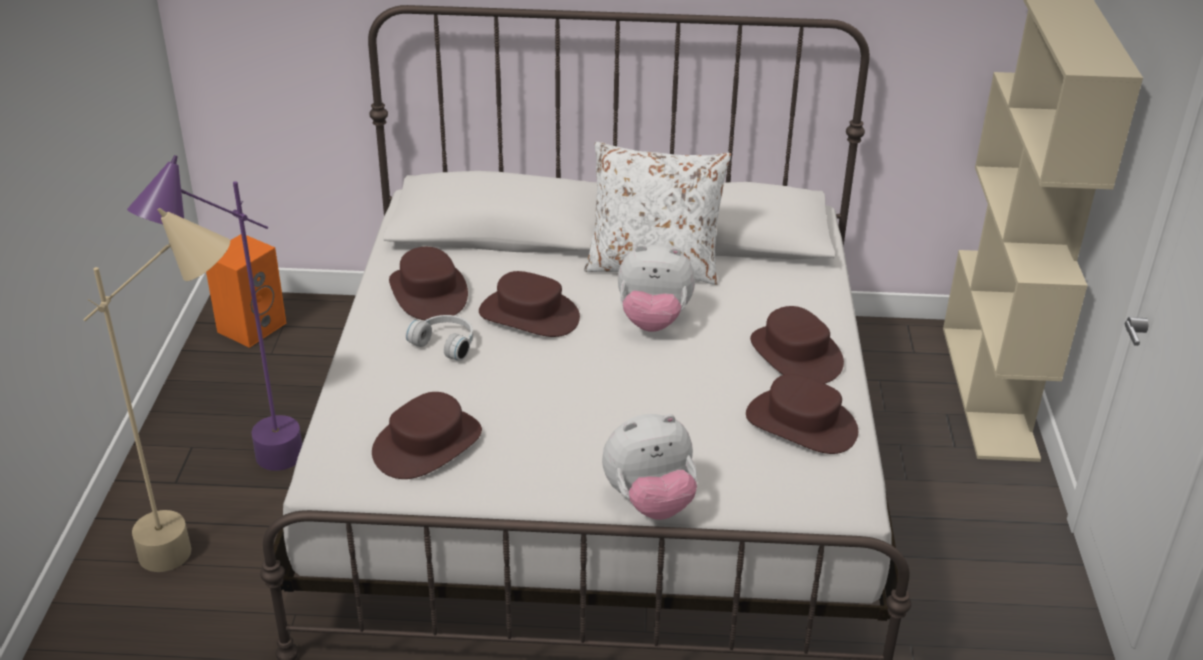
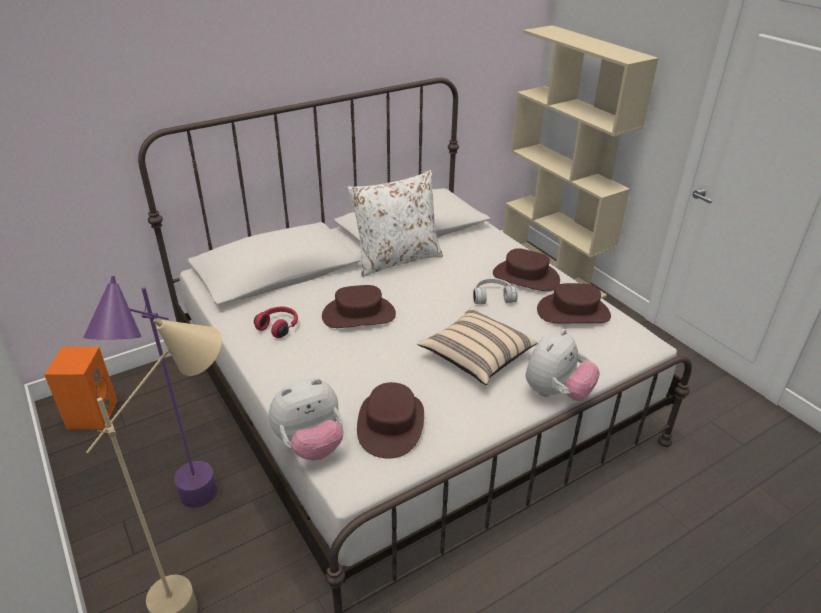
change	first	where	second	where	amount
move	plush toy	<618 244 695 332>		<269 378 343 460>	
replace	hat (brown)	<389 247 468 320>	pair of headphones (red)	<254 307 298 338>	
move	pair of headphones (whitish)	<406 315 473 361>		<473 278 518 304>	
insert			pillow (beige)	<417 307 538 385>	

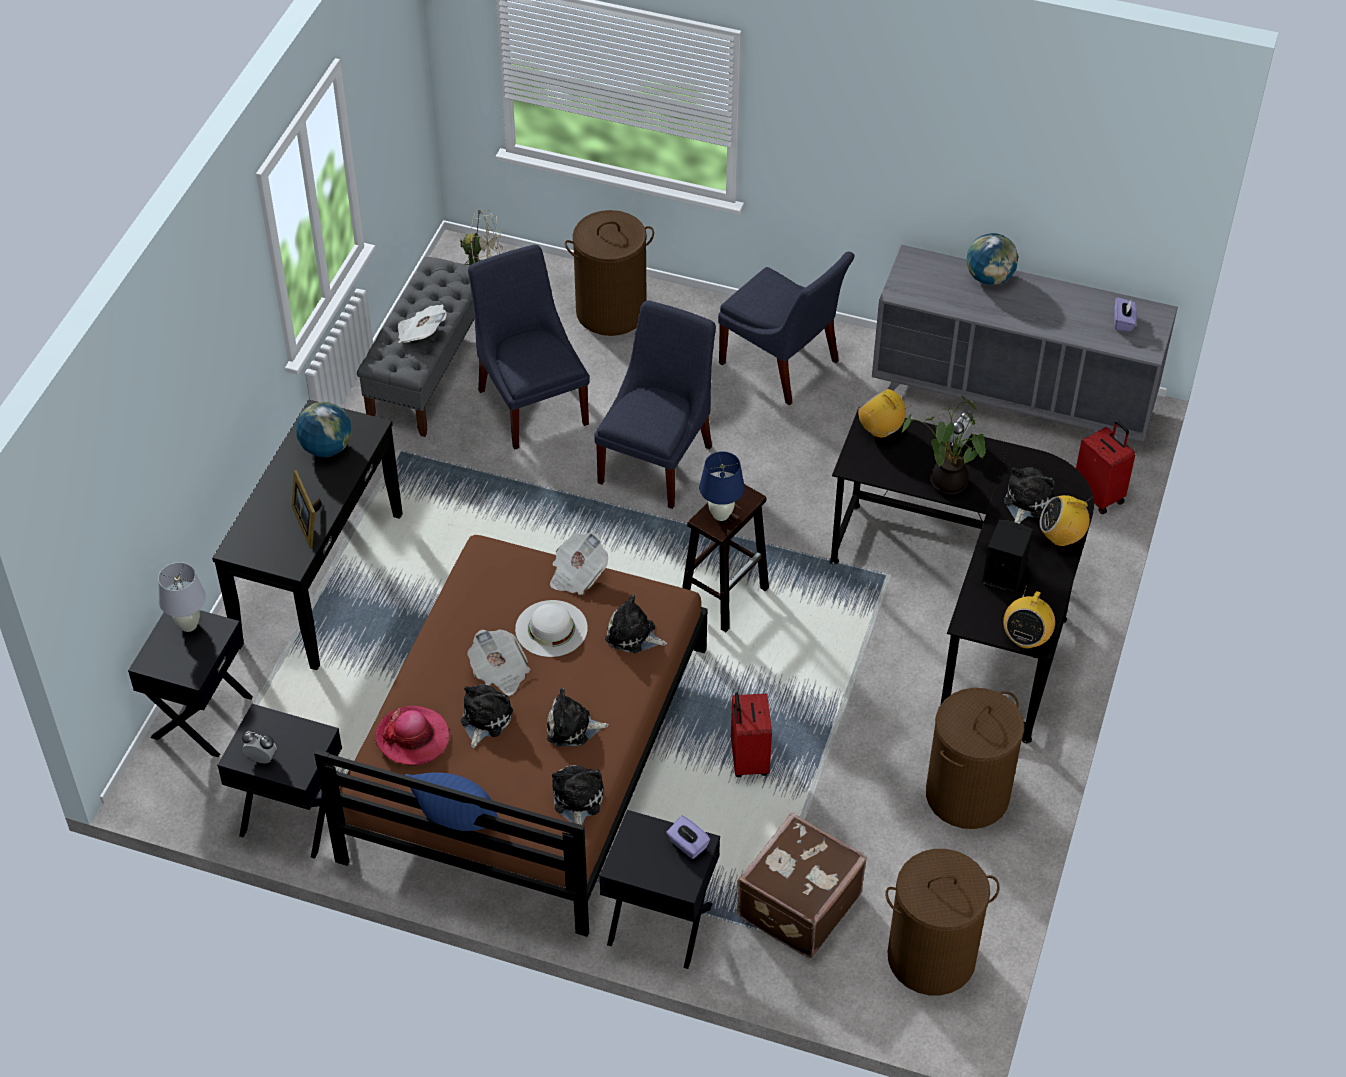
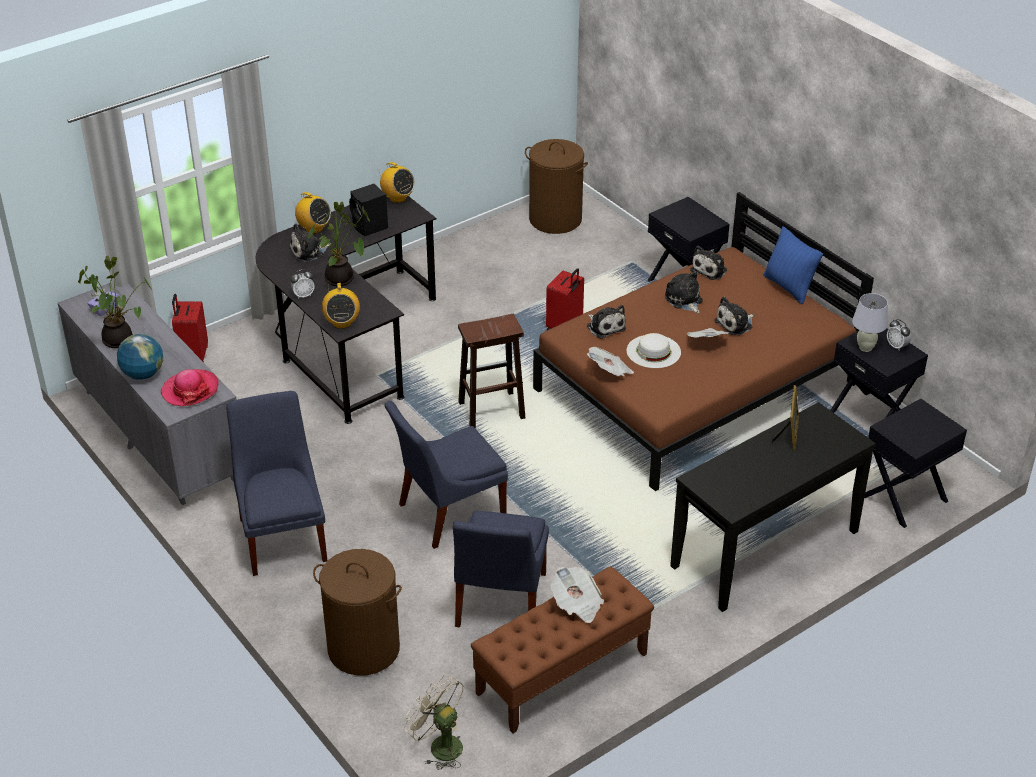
change	first	where	second	where	amount
recolor	indoor bench (grey)	<357 257 475 437>	indoor bench (brown)	<471 566 654 733>	
delete	world globe	<296 402 351 457>			
delete	lamp for a table (bluish)	<699 451 745 521>			
move	lamp for a table (whitish)	<158 562 206 632>		<852 293 888 352>	
rotate	radio set	<1003 585 1055 649>		<377 162 415 203>	75 degrees clockwise
rotate	plush toy	<547 688 609 747>		<665 271 703 313>	150 degrees counterclockwise
delete	laundry basket (brown)	<926 688 1024 829>			
move	hat	<375 706 449 766>		<161 369 219 406>	
delete	piece of luggage (brown)	<737 813 867 958>			
delete	tissue box (purple)	<666 815 710 859>			
insert			houseplant	<78 256 152 348>	

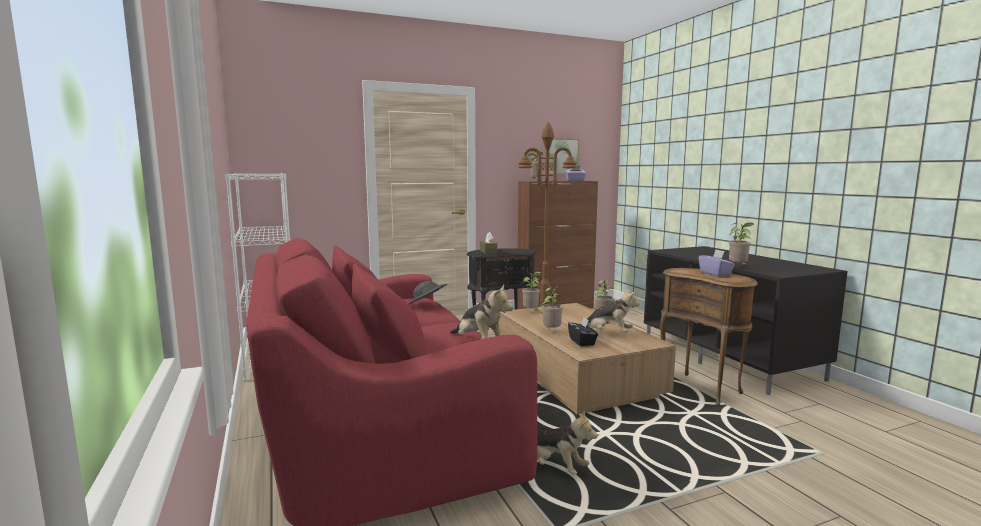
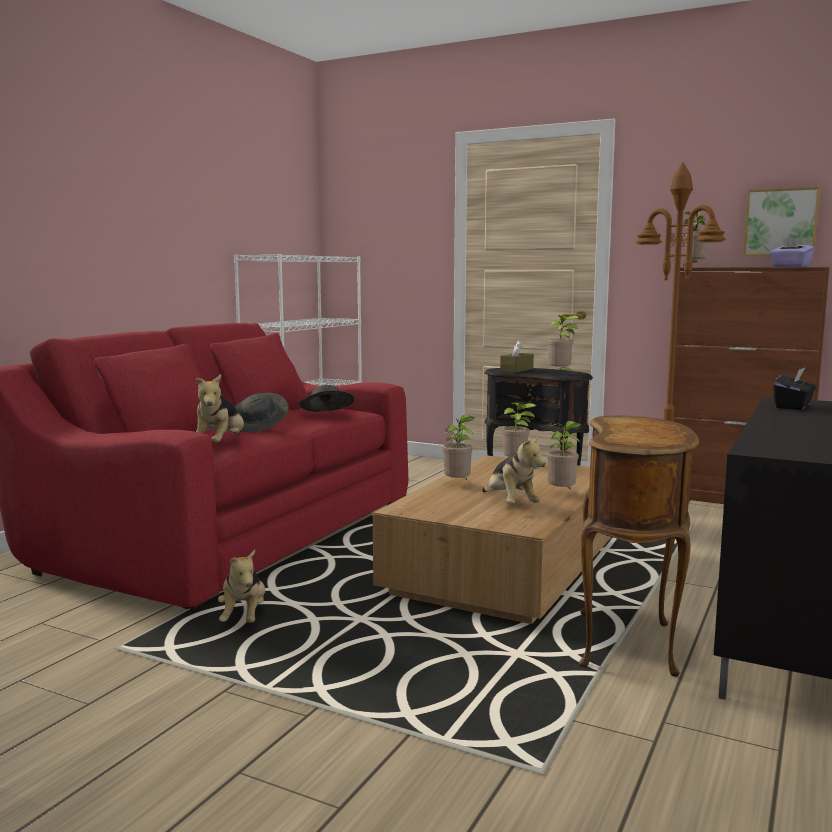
change	first	where	second	where	amount
move	houseplant	<729 222 754 267>		<547 315 579 373>	
delete	tissue box (purple)	<698 250 735 276>			
move	tissue box (black)	<568 317 598 346>		<773 367 816 410>	
insert			hat (grey)	<235 393 289 432>	

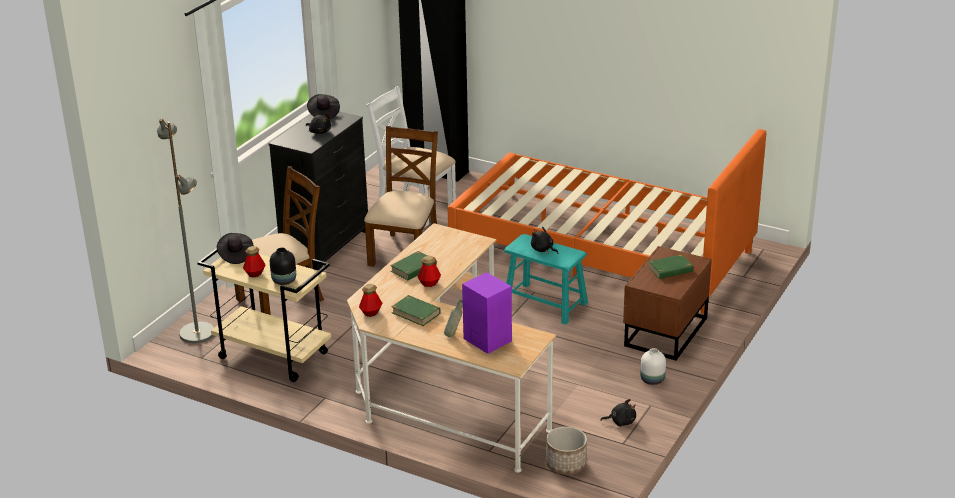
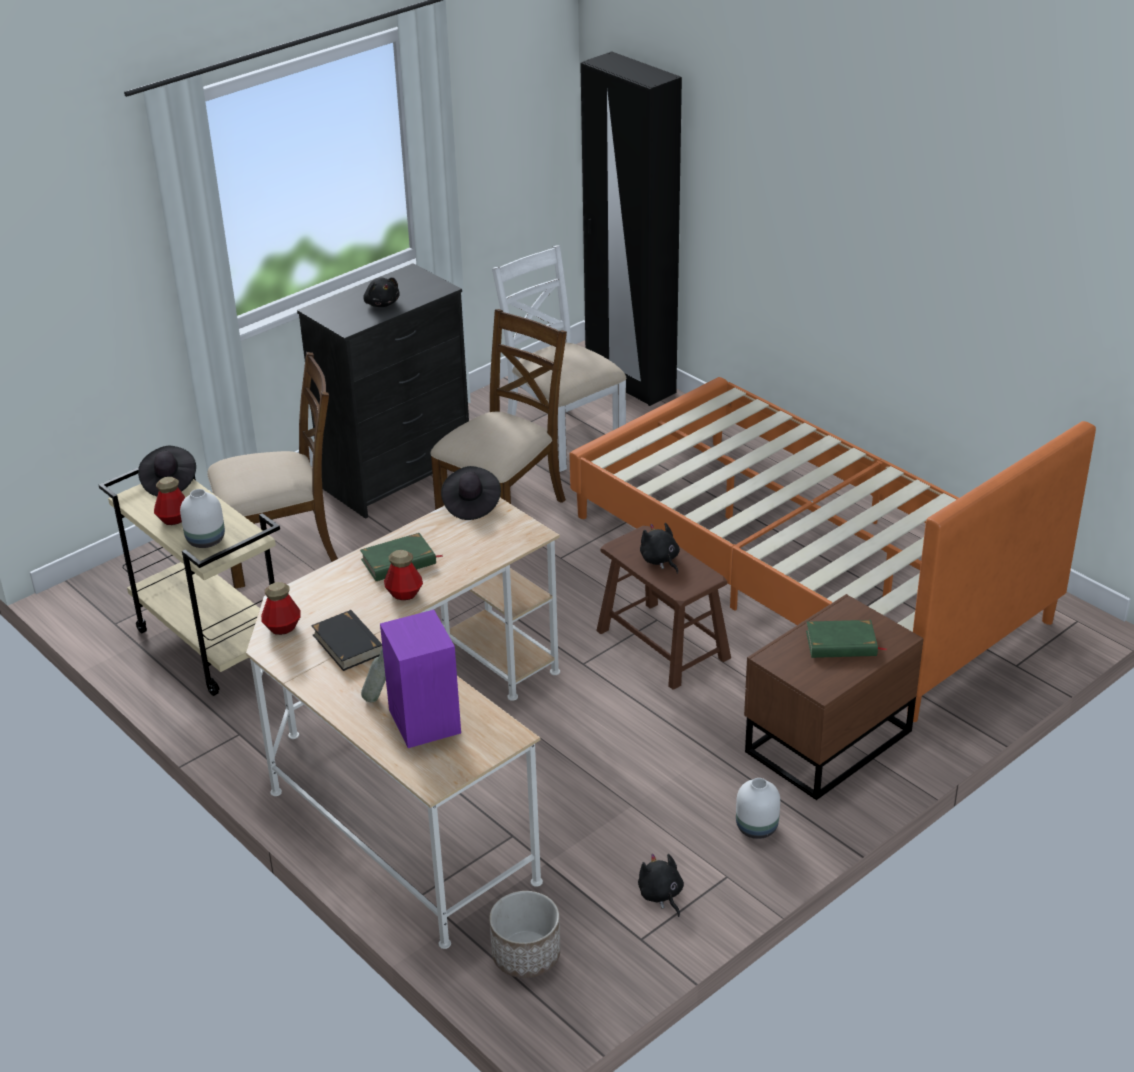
change	first	where	second	where	amount
move	hat (black)	<307 94 340 120>		<441 466 501 520>	
delete	standing lamp (grey)	<157 118 214 343>			
recolor	sitting stool (blue-green)	<504 234 588 325>	sitting stool (brown)	<596 526 731 690>	
recolor	vase (black)	<270 248 296 285>	vase (whitish)	<180 489 225 548>	
recolor	book (green)	<392 295 441 326>	book (black)	<311 610 382 671>	
rotate	plush toy (black)	<600 399 636 426>		<638 853 684 917>	135 degrees counterclockwise

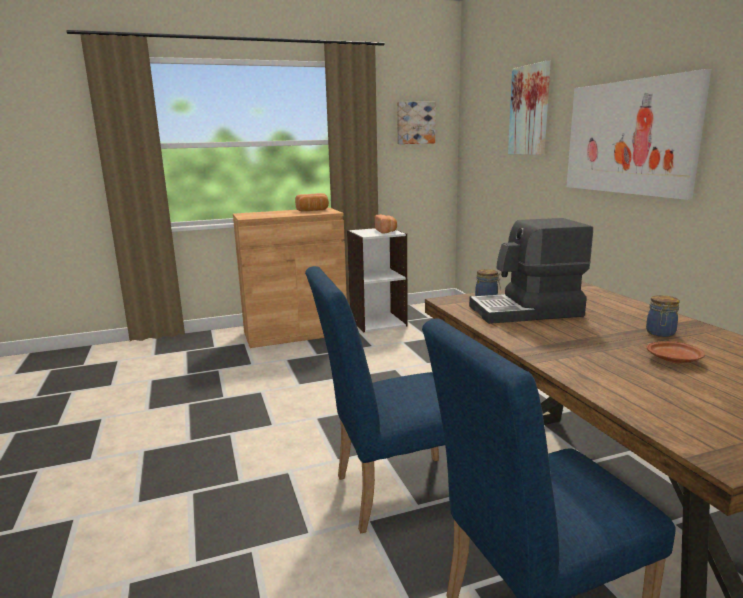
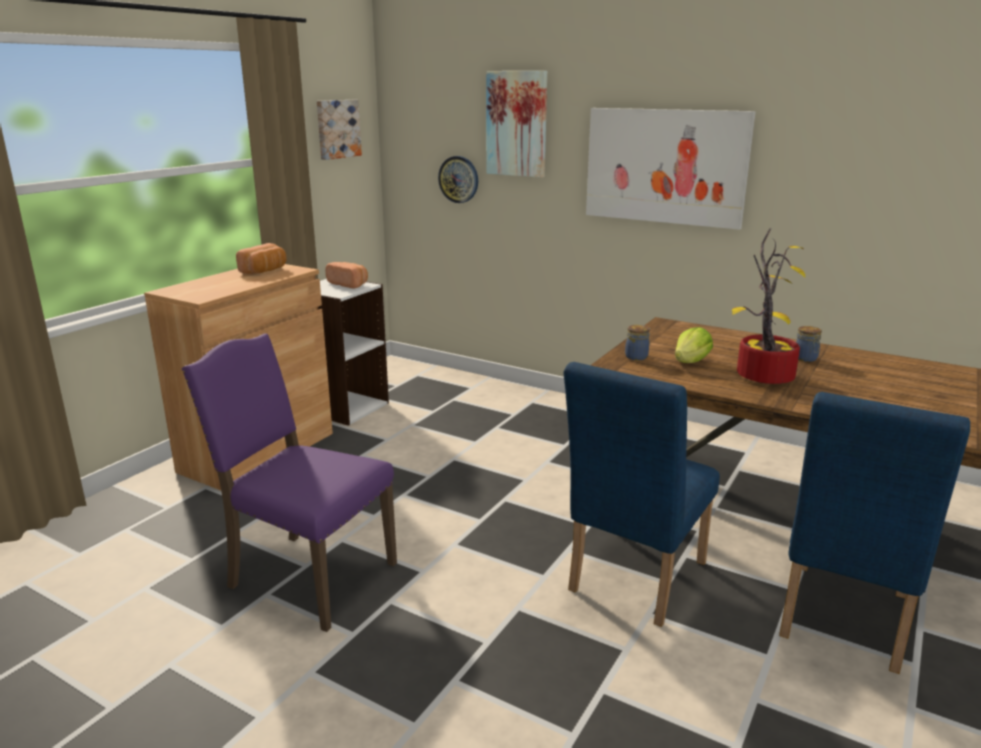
change	first	where	second	where	amount
replace	coffee maker	<469 218 593 324>	lettuce head	<675 327 713 363>	
delete	plate (brown)	<647 341 705 364>			
insert			wall clock	<438 156 478 203>	
insert			houseplant	<732 228 805 384>	
insert			plain chair (purple)	<182 333 397 632>	

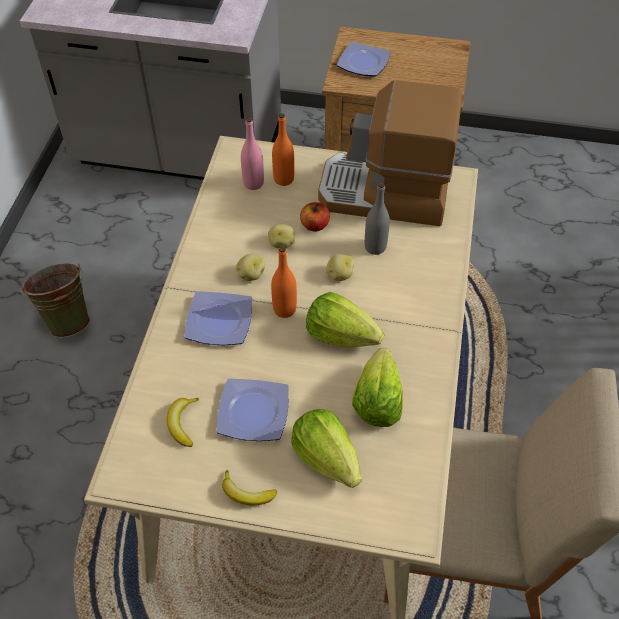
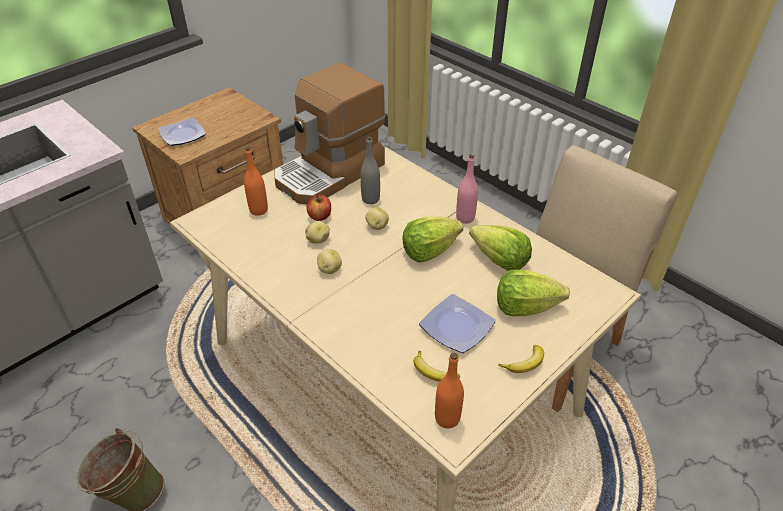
change	first	where	second	where	amount
move	beverage bottle (pink-coloured)	<241 118 264 190>		<456 154 478 224>	
move	beverage bottle (orangey)	<271 246 297 318>		<435 353 464 429>	
delete	plate	<184 291 252 345>			

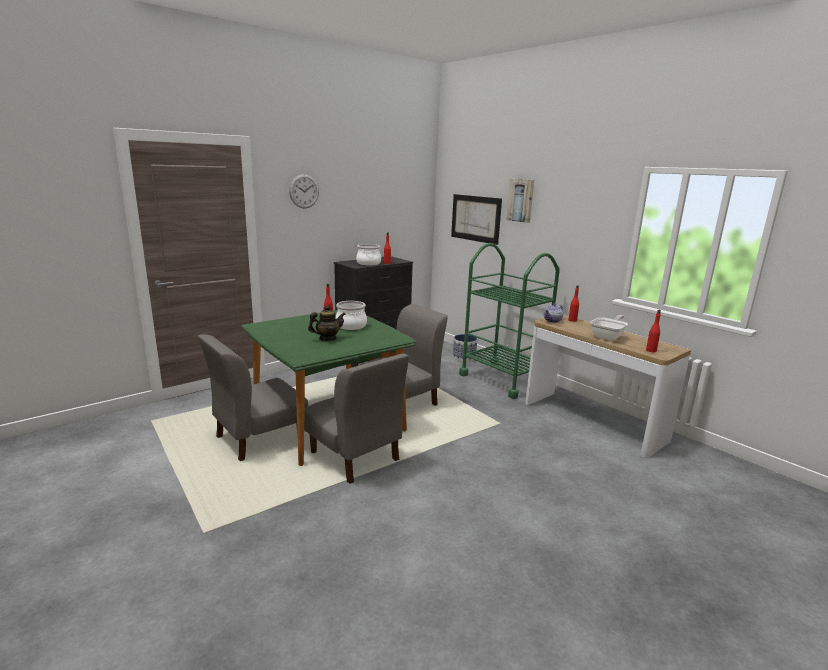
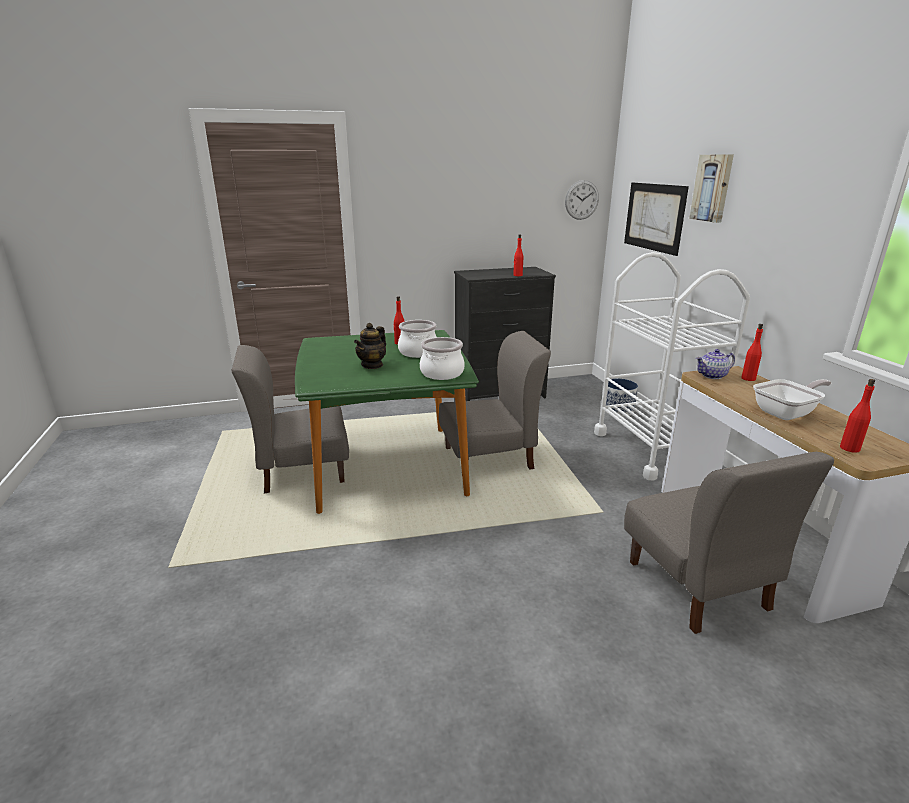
change	first	where	second	where	amount
move	wall clock	<289 174 319 208>		<565 180 599 220>	
recolor	trolley (green)	<459 243 560 399>	trolley (whitish)	<594 252 750 480>	
move	saucepot	<356 244 381 266>		<420 337 465 380>	
rotate	tea pot	<308 305 346 341>		<354 323 386 369>	120 degrees clockwise
move	plain chair (grey)	<304 354 409 484>		<624 452 834 634>	

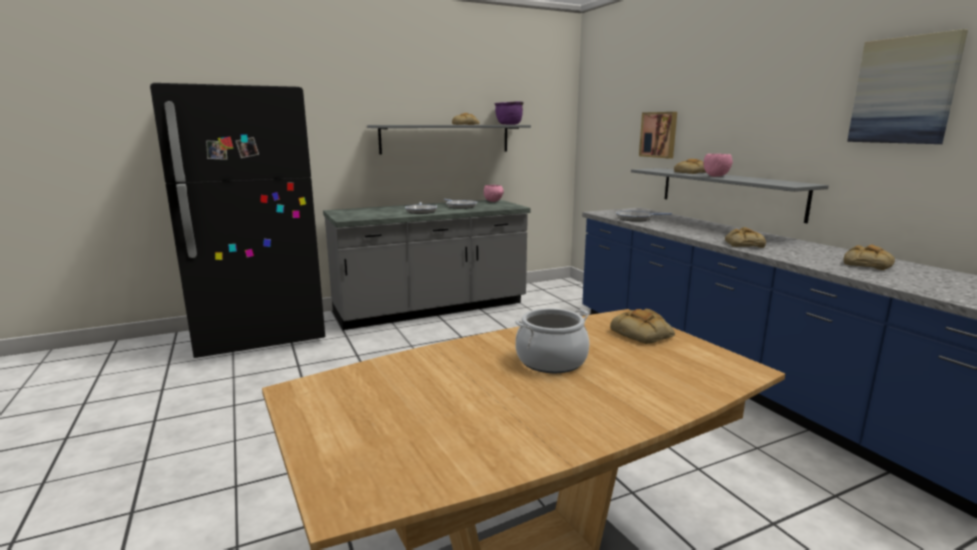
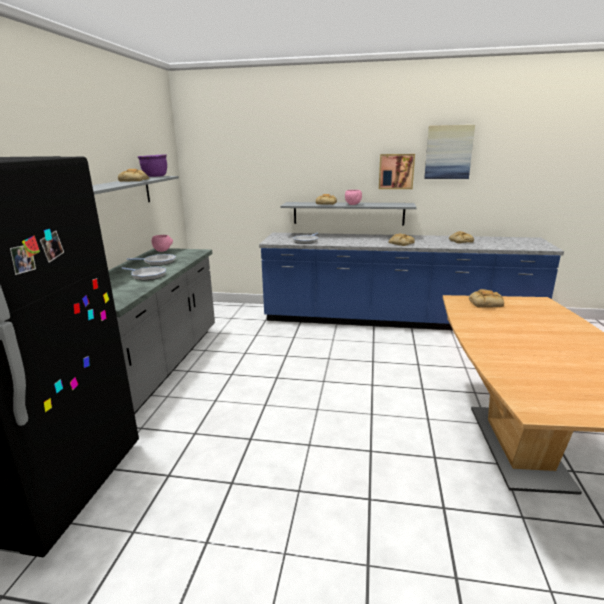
change	first	where	second	where	amount
move	wall picture	<639 112 677 159>		<379 154 415 189>	
delete	saucepot	<515 308 590 373>			

